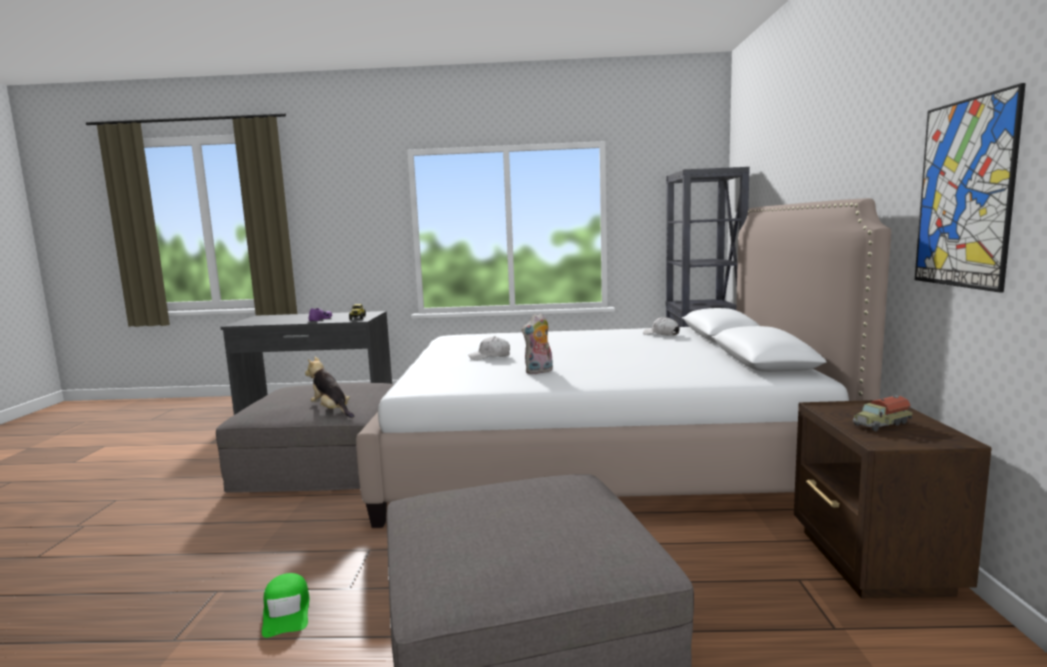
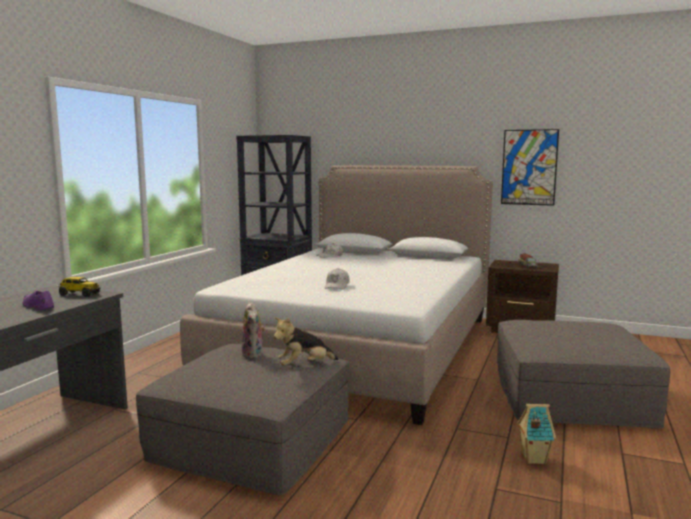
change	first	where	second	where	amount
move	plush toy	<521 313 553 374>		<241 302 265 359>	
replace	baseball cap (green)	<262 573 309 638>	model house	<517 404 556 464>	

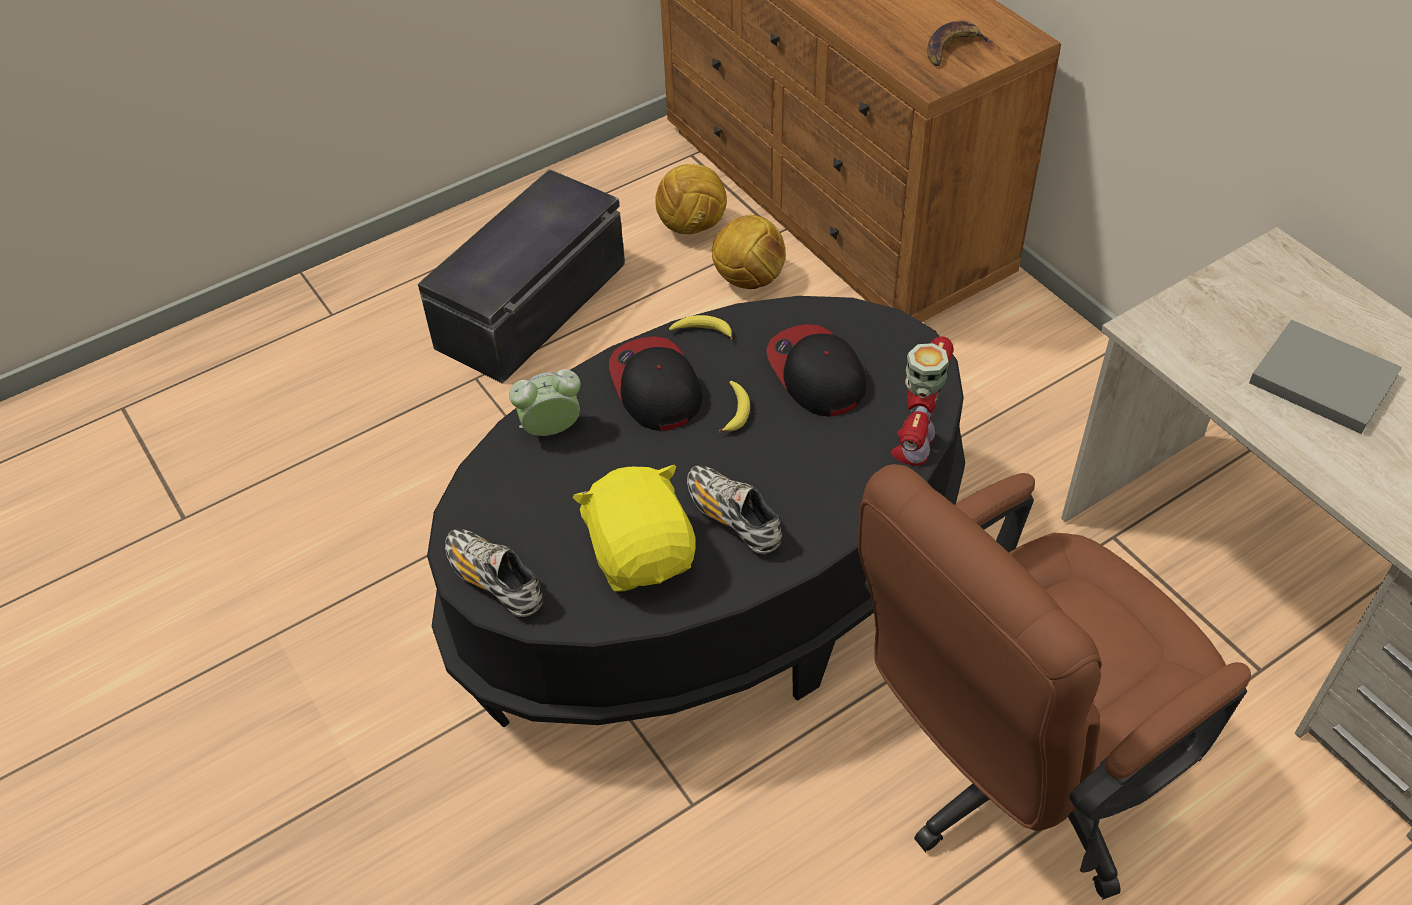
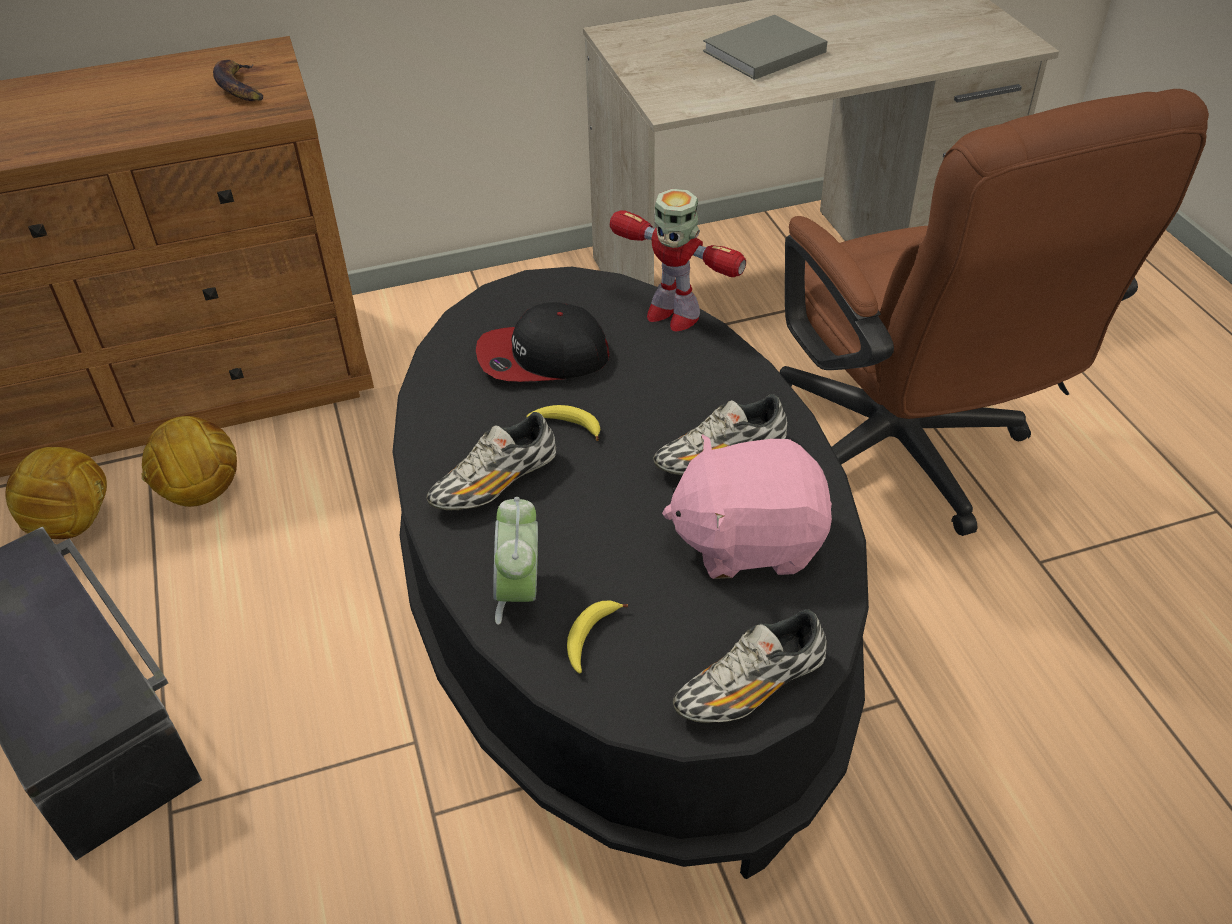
change	first	where	second	where	amount
move	whole banana	<669 315 733 340>		<567 601 628 673>	
replace	baseball cap	<609 336 703 431>	item of footwear	<426 412 556 510>	
recolor	plush toy (yellow)	<572 465 696 591>	plush toy (pink-coloured)	<662 434 832 579>	

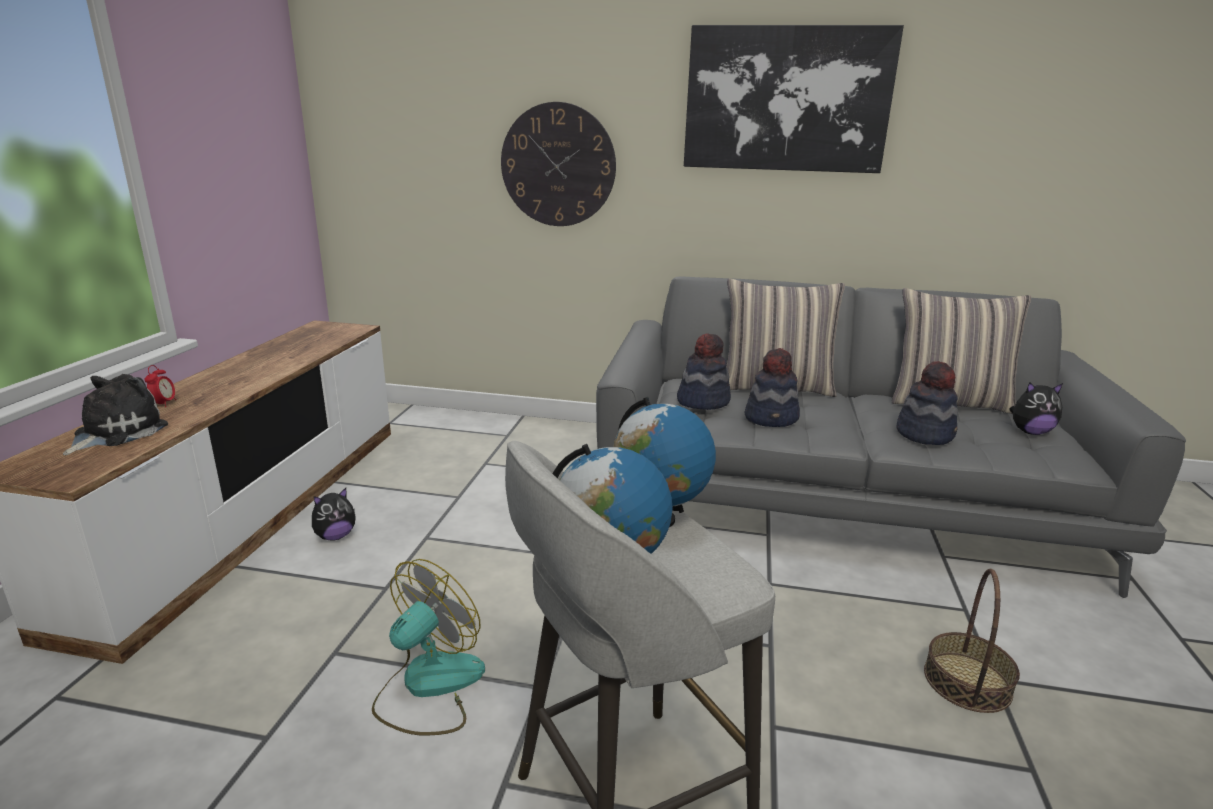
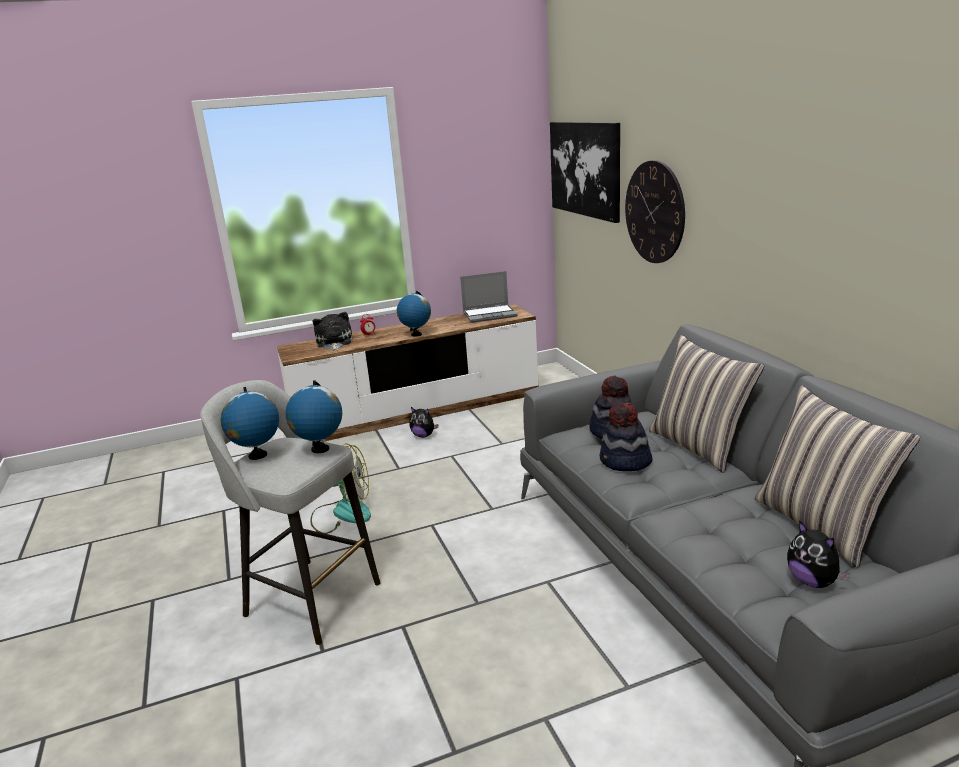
change	first	where	second	where	amount
move	wall picture	<684 25 904 173>		<550 122 620 223>	
delete	hat	<897 361 958 445>			
rotate	plush toy	<63 374 168 455>		<313 312 352 351>	90 degrees counterclockwise
delete	basket	<924 569 1020 713>			
insert			notebook computer	<460 271 517 323>	
insert			world globe	<397 291 431 336>	

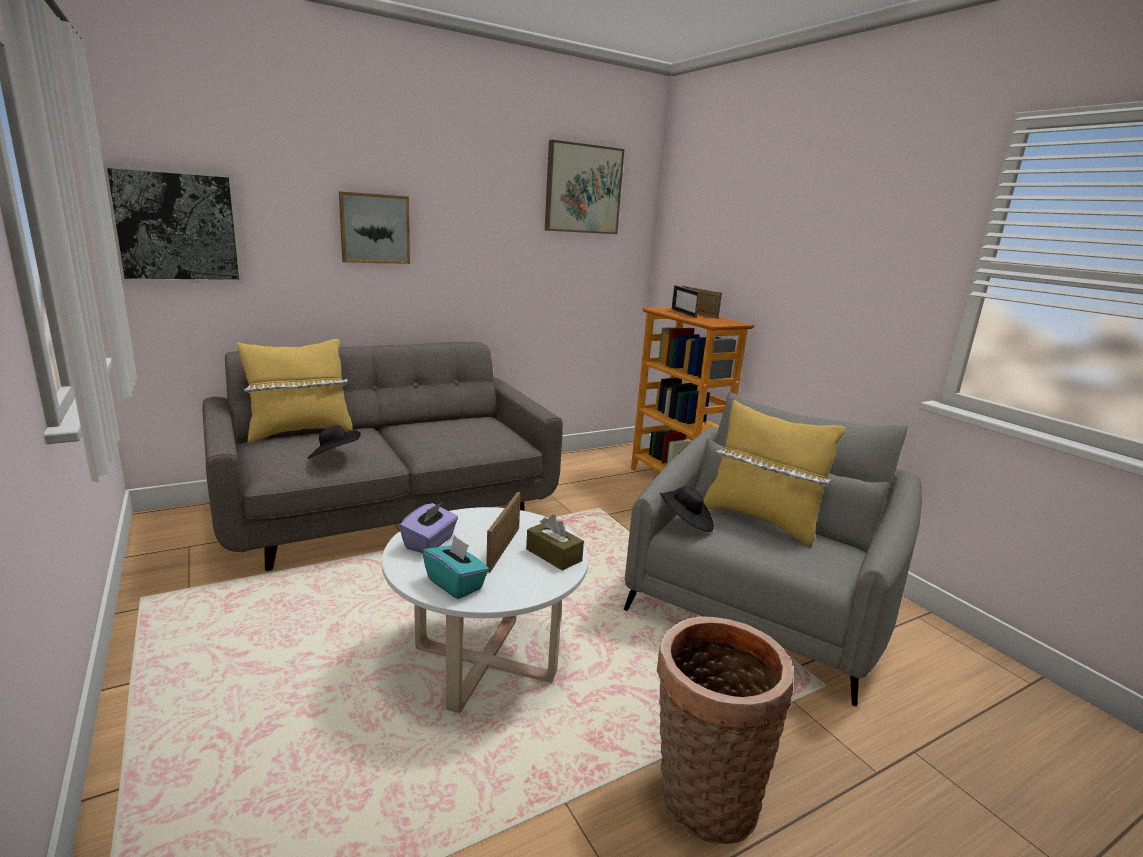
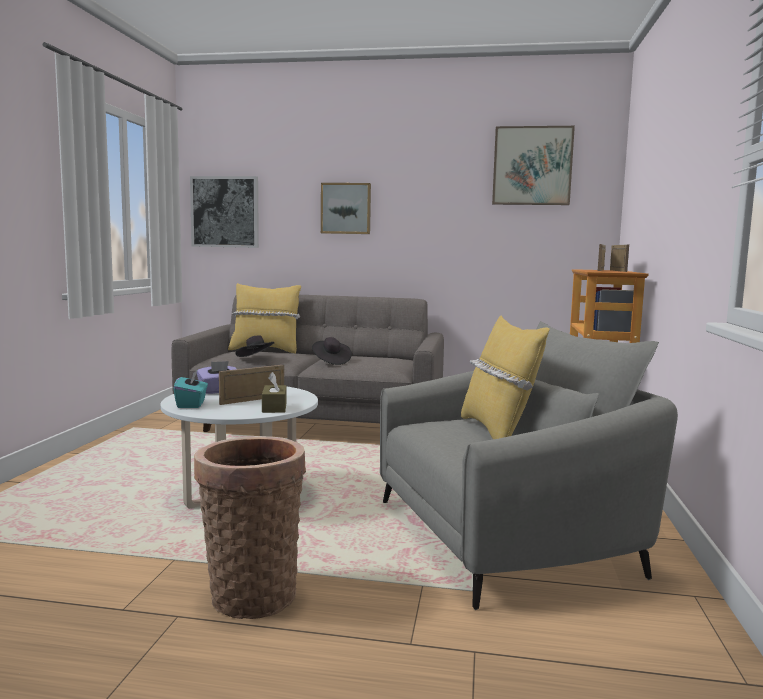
change	first	where	second	where	amount
move	hat (black)	<660 486 714 532>		<312 337 352 365>	

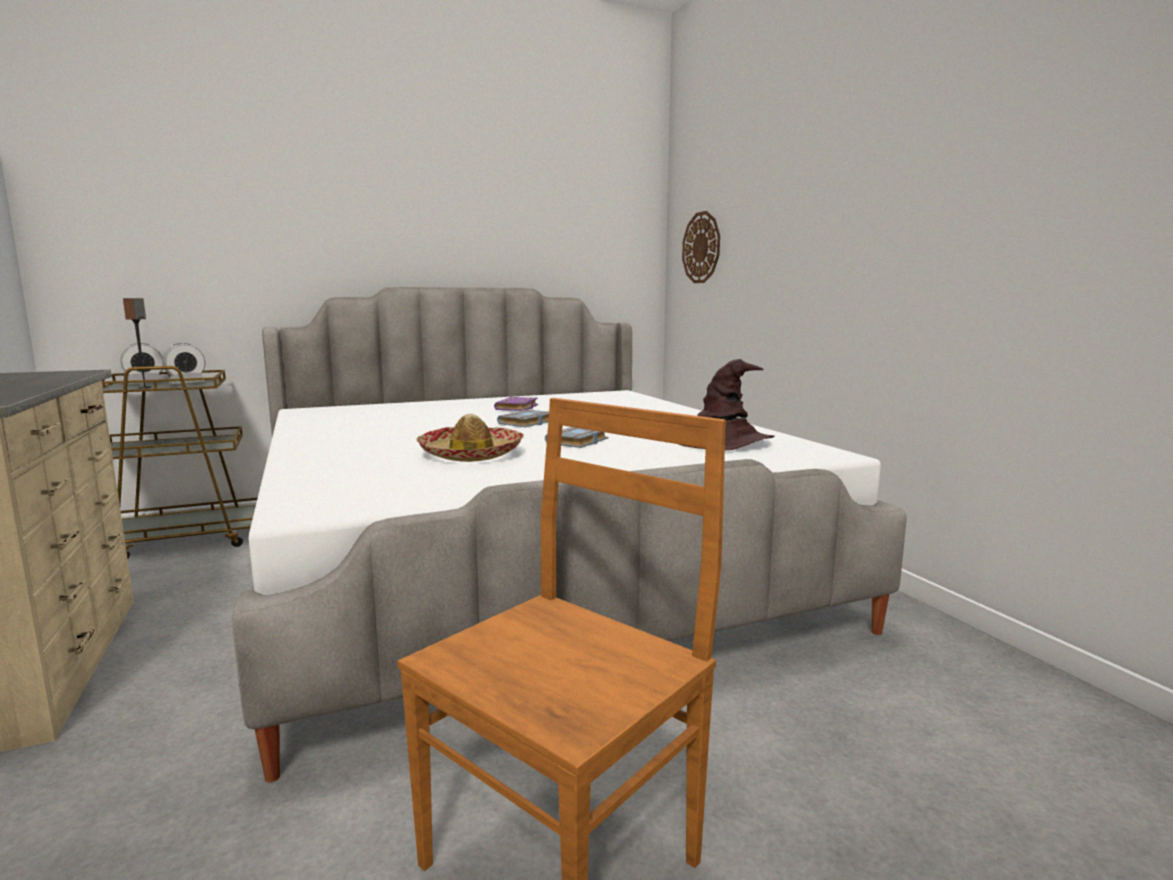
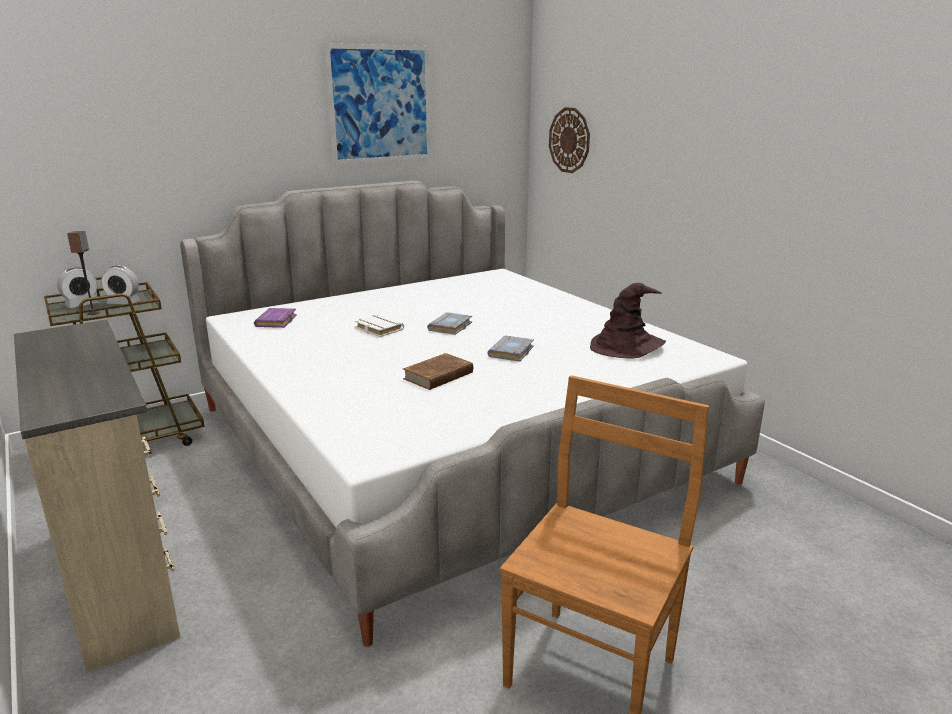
change	first	where	second	where	amount
rotate	table clock	<162 343 205 384>		<101 266 140 304>	60 degrees clockwise
move	book (purple)	<494 397 538 411>		<254 308 297 328>	
replace	hat	<416 414 524 462>	book (brown)	<403 353 473 390>	
insert			wall picture	<324 43 431 164>	
insert			book (whitish)	<354 314 404 337>	

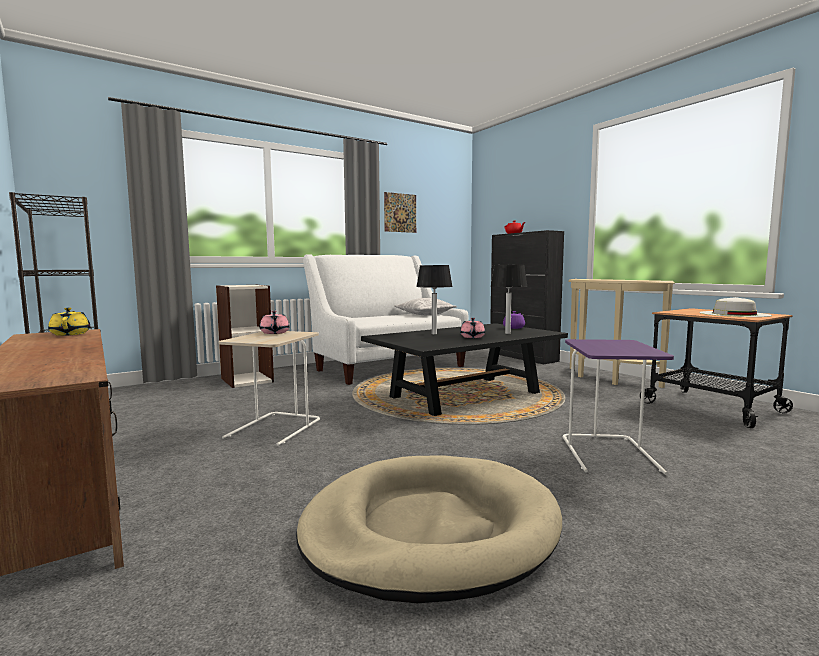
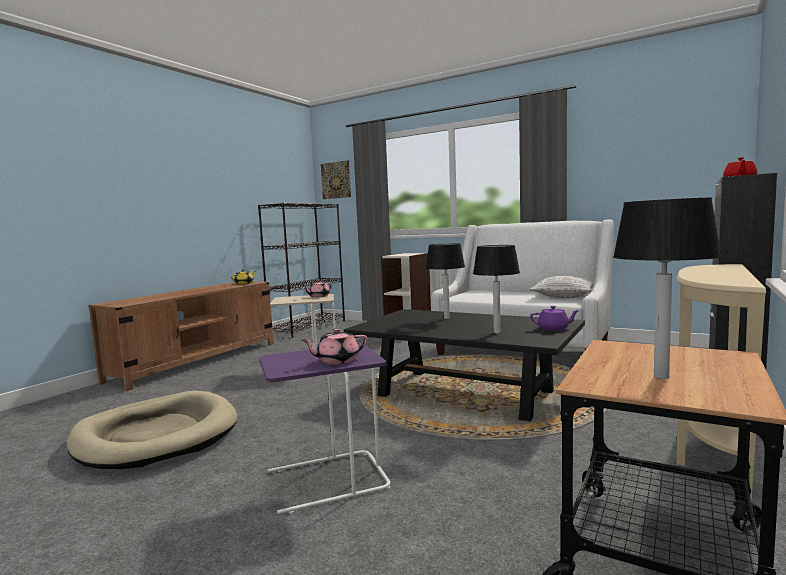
change	first	where	second	where	amount
move	wall picture	<384 192 416 233>		<321 160 351 199>	
replace	hat (whitish)	<699 297 772 317>	lamp for a table	<613 198 722 379>	
move	tea pot (pink-coloured)	<460 318 485 338>		<302 328 368 364>	

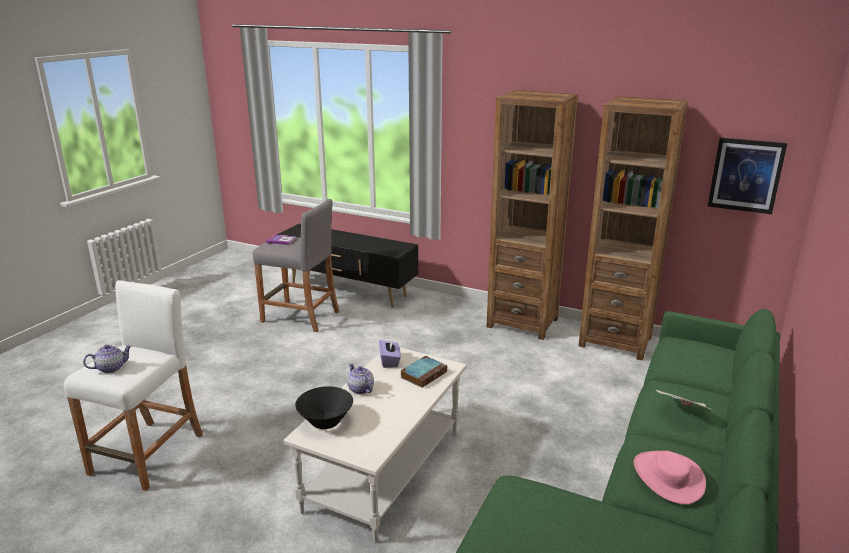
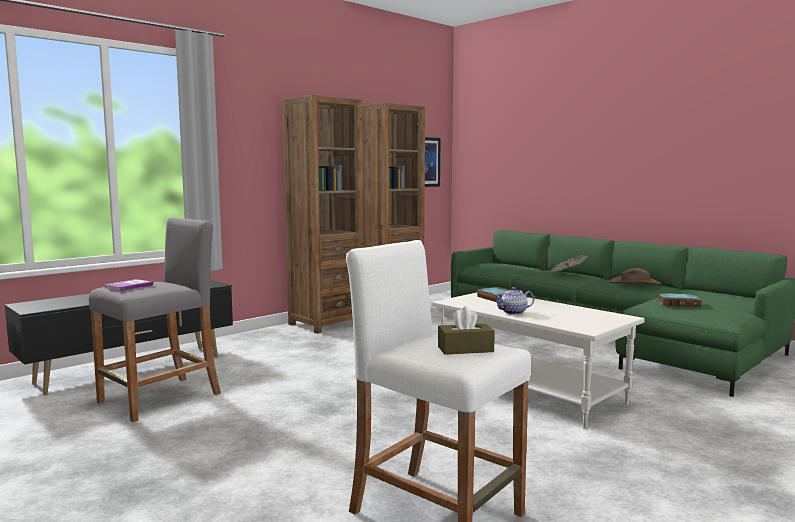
change	first	where	second	where	amount
delete	tissue box (purple)	<379 339 401 368>			
replace	tea pot	<83 345 132 373>	tissue box (brown)	<438 306 495 355>	
delete	bowl (black)	<295 386 353 429>			
recolor	hat (pink-coloured)	<634 451 706 505>	hat (brown)	<610 268 662 285>	
insert			book	<658 293 702 307>	

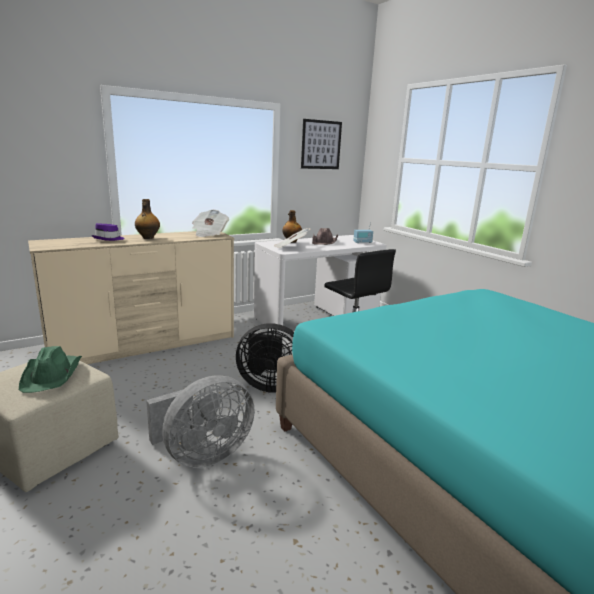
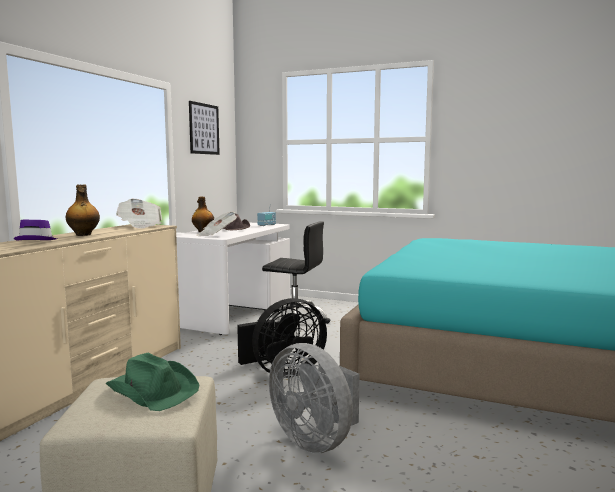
change	first	where	second	where	amount
rotate	fan (grey)	<146 375 255 468>		<269 343 360 453>	120 degrees clockwise

